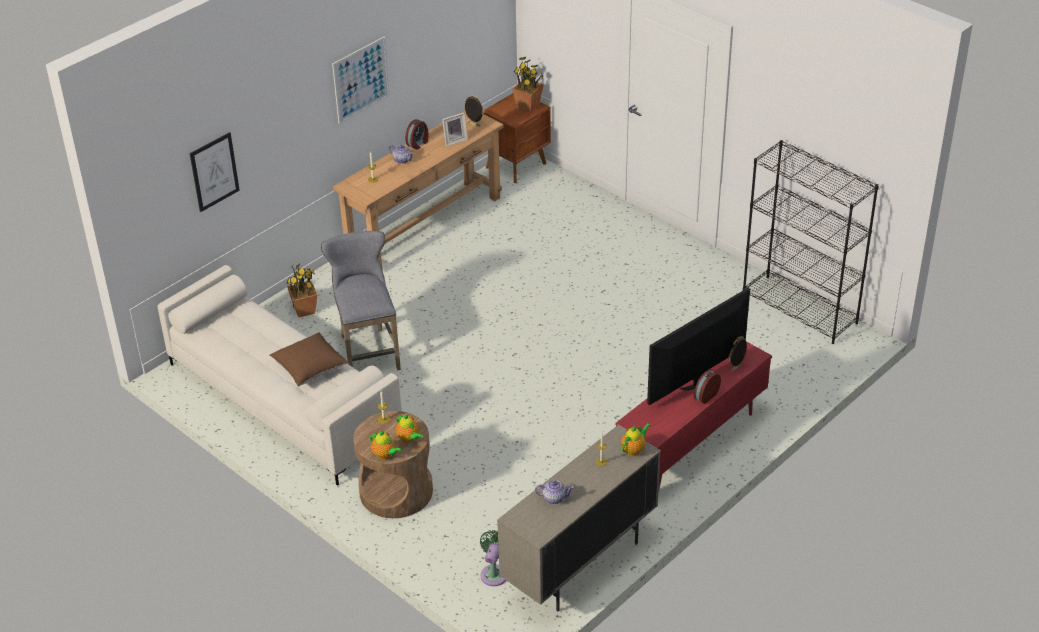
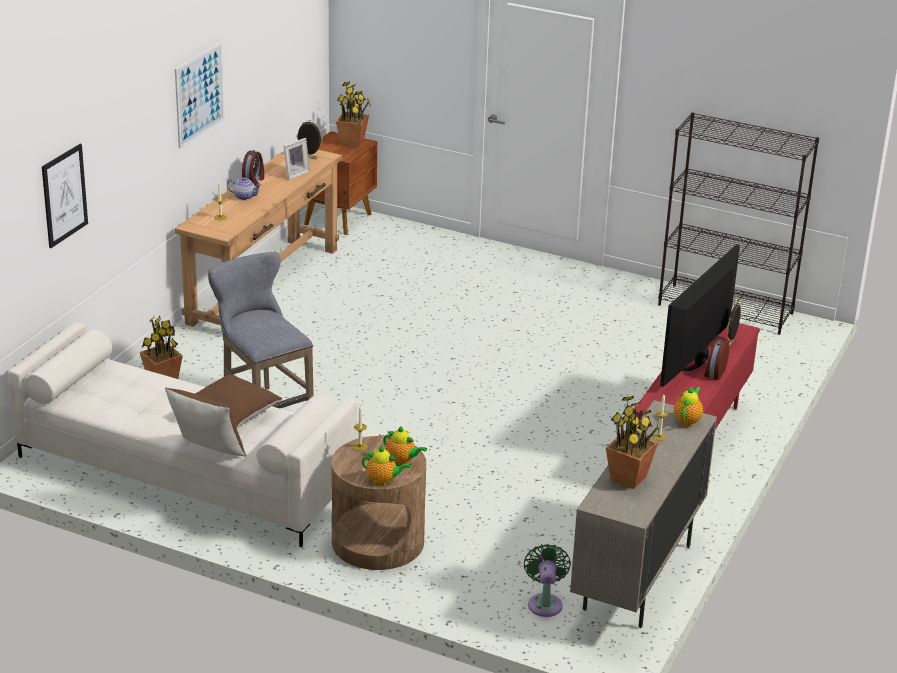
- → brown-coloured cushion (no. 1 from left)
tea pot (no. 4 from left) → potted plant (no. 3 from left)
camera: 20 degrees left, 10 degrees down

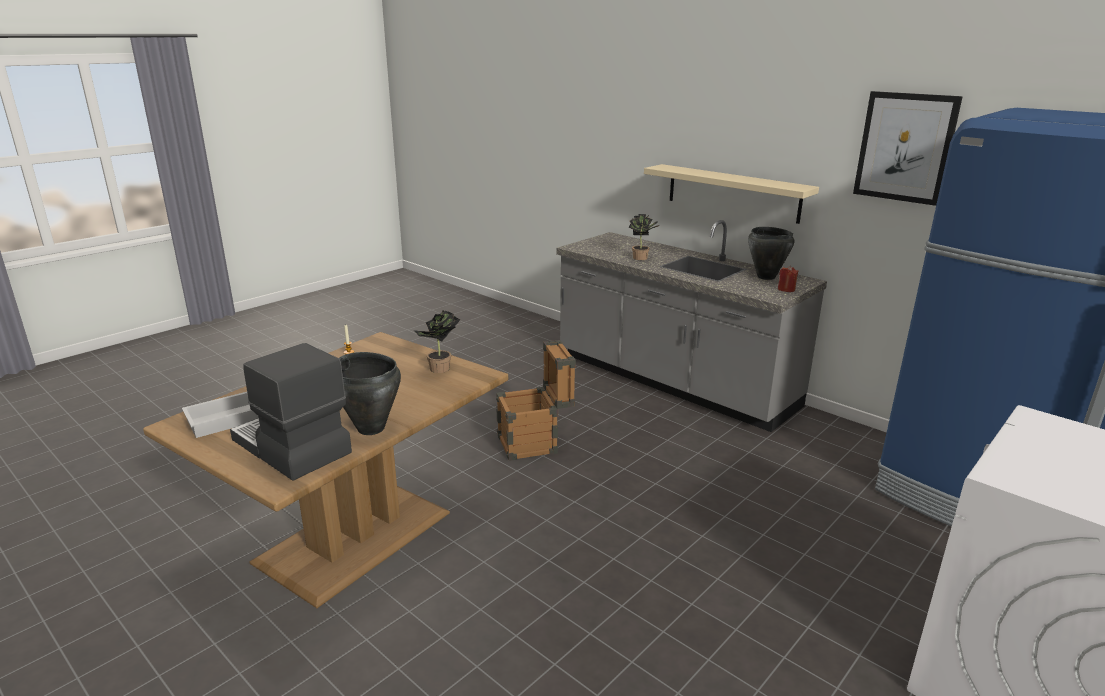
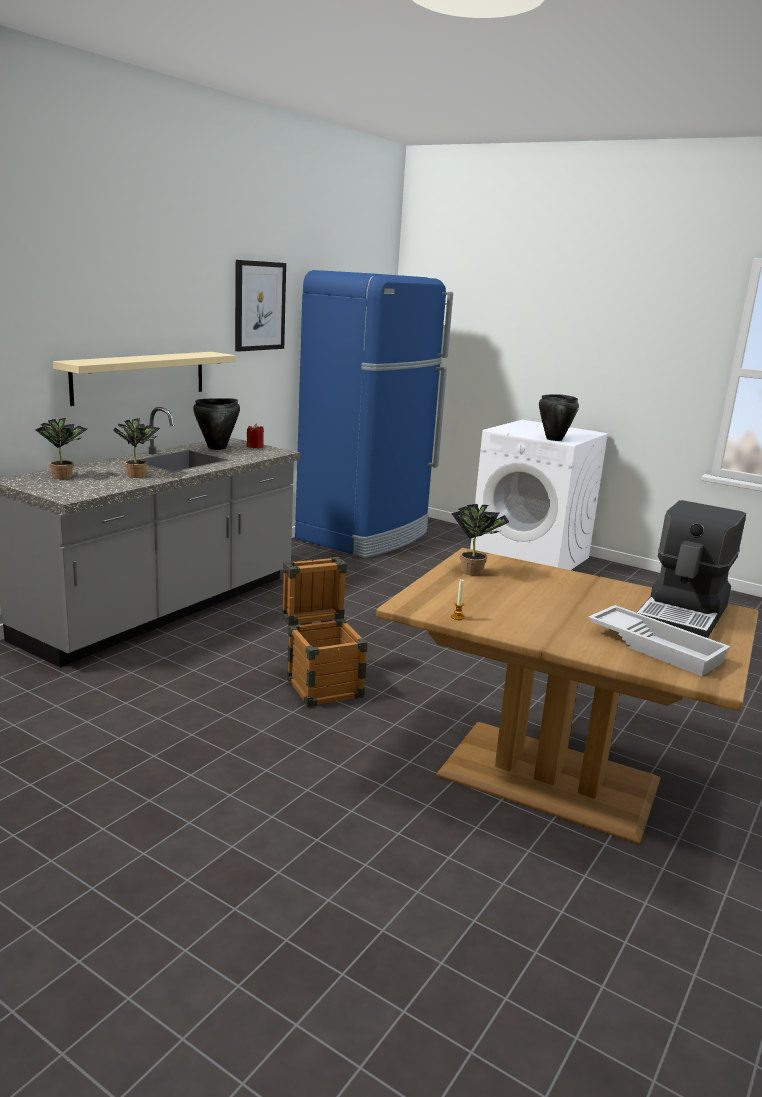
- → potted plant (no. 1 from left)
black-coloured saucepot (no. 1 from left in the first image) → black-coloured saucepot (no. 2 from left), shifted
camera: 100 degrees left, 5 degrees down

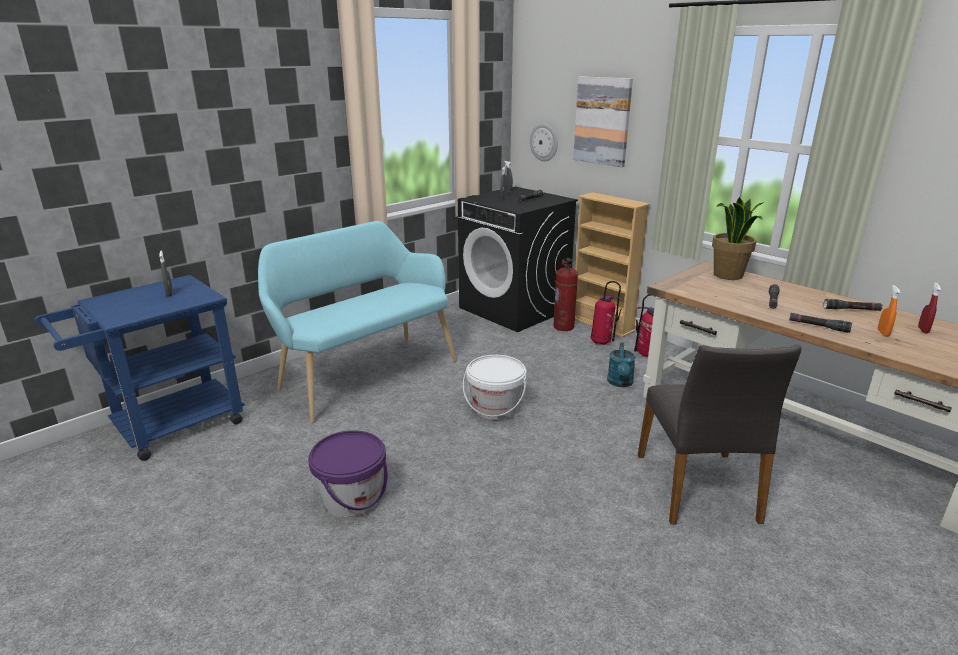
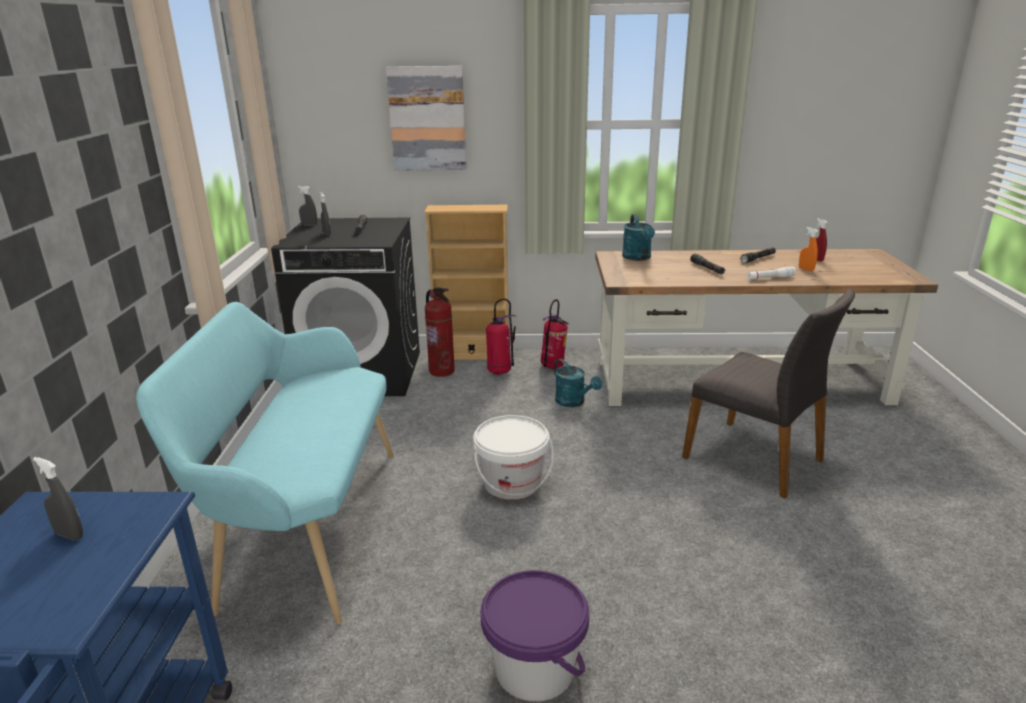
clock on the wall → -
potted plant → blue-green watering pot (no. 2 from left)
black-coloured flashlight (no. 3 from left) → white-coloured flashlight
camera: 45 degrees left, 0 degrees up

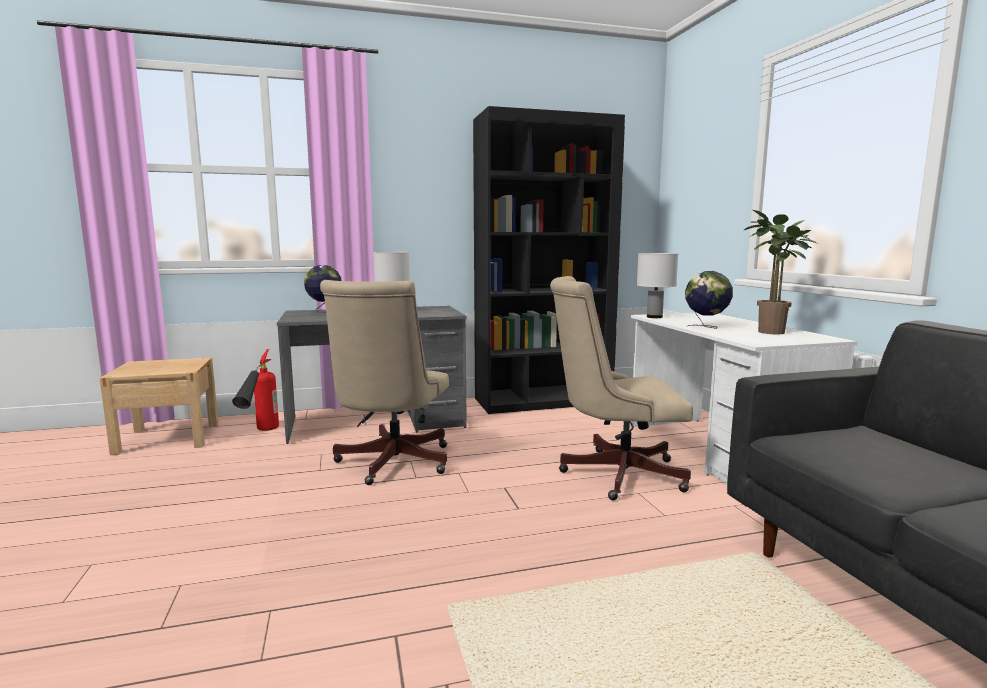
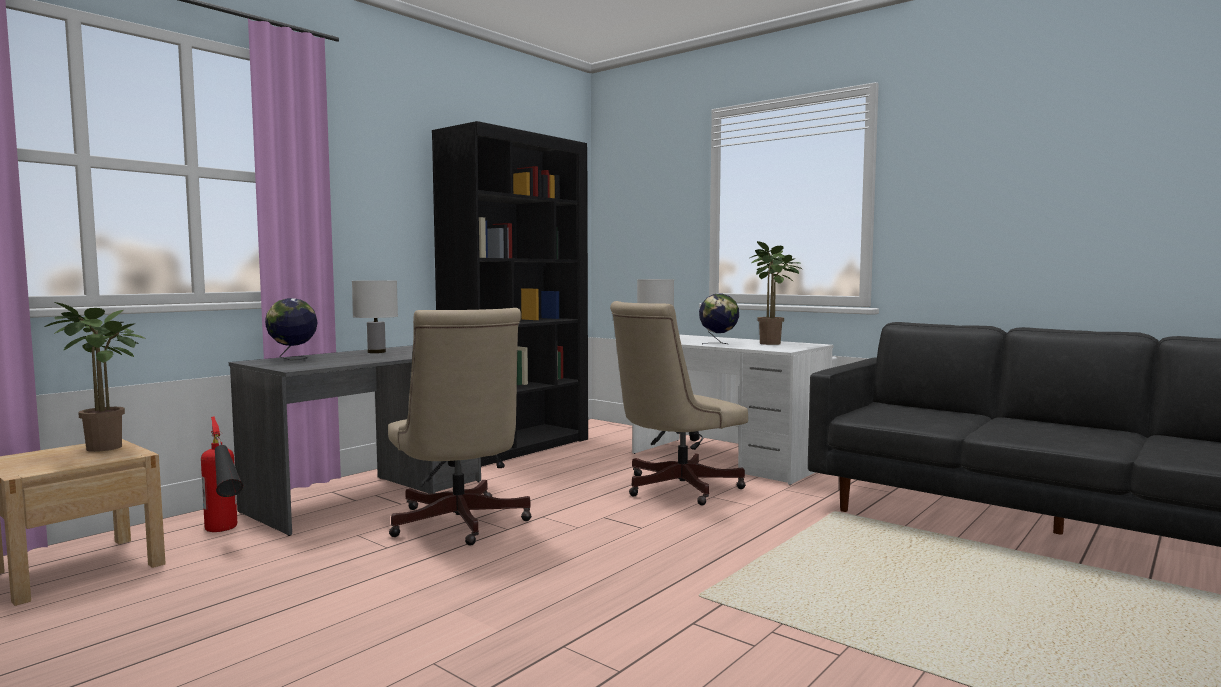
- → potted plant (no. 1 from left)
camera: 35 degrees left, 5 degrees down

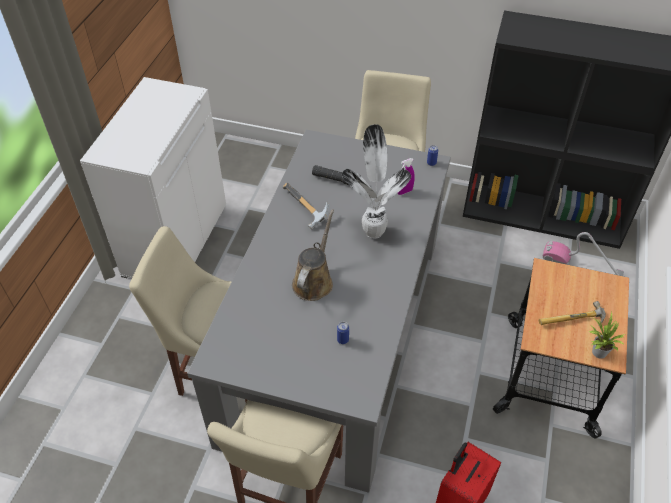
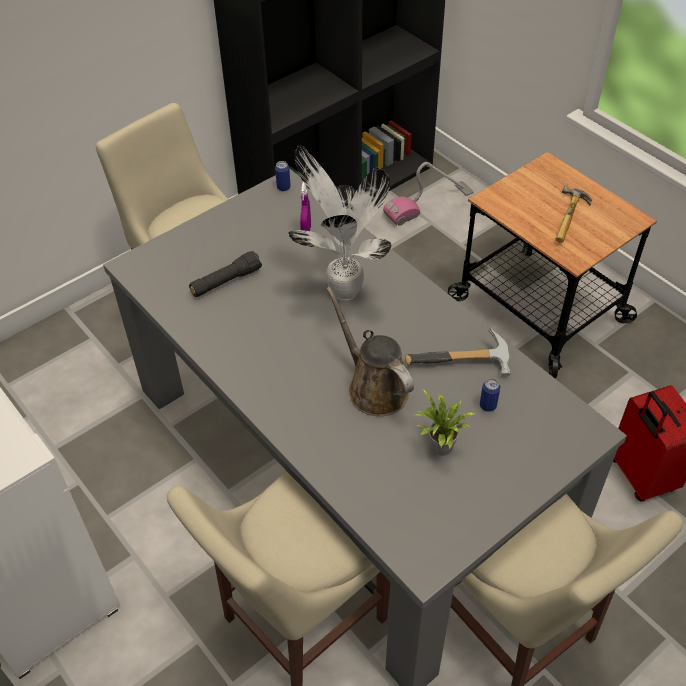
tool hammer (no. 1 from left), shifted
potted plant (no. 2 from left), shifted
camera: 55 degrees left, 0 degrees up

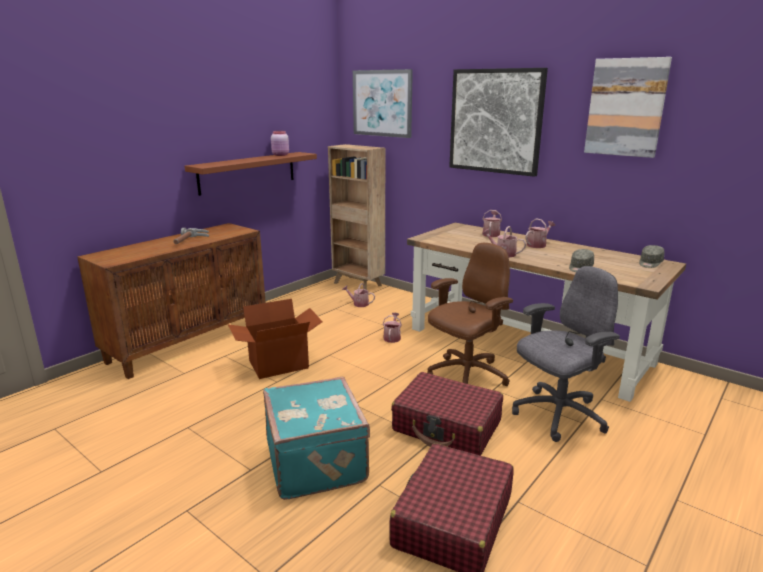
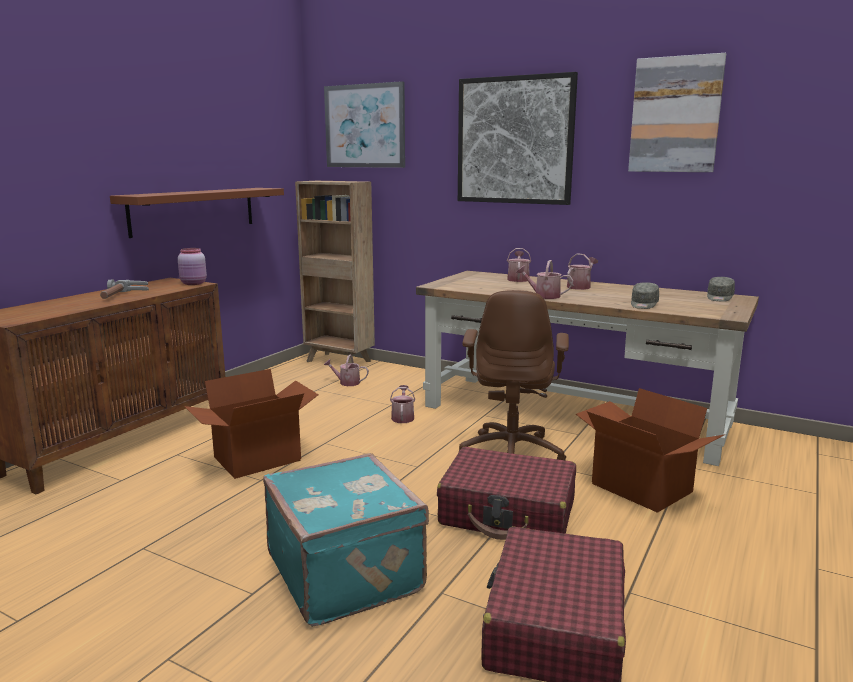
pinkish preserve jar, shifted
greyish office chair → cardboard box (no. 2 from left)
brown-coloured office chair, 150 degrees clockwise
camera: 10 degrees left, 5 degrees down

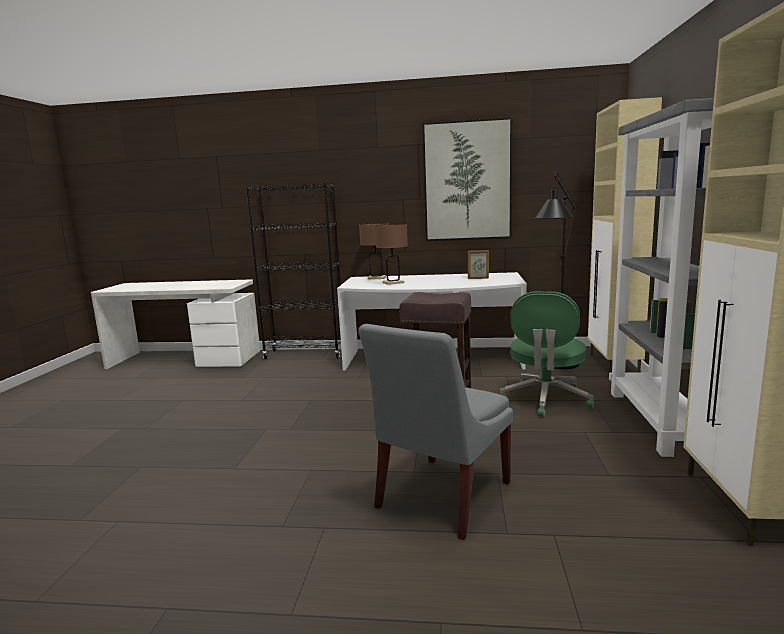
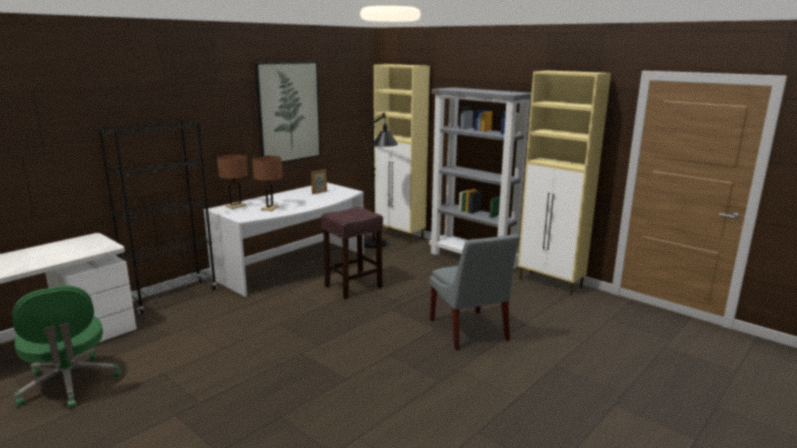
green office chair, shifted
camera: 55 degrees left, 5 degrees up

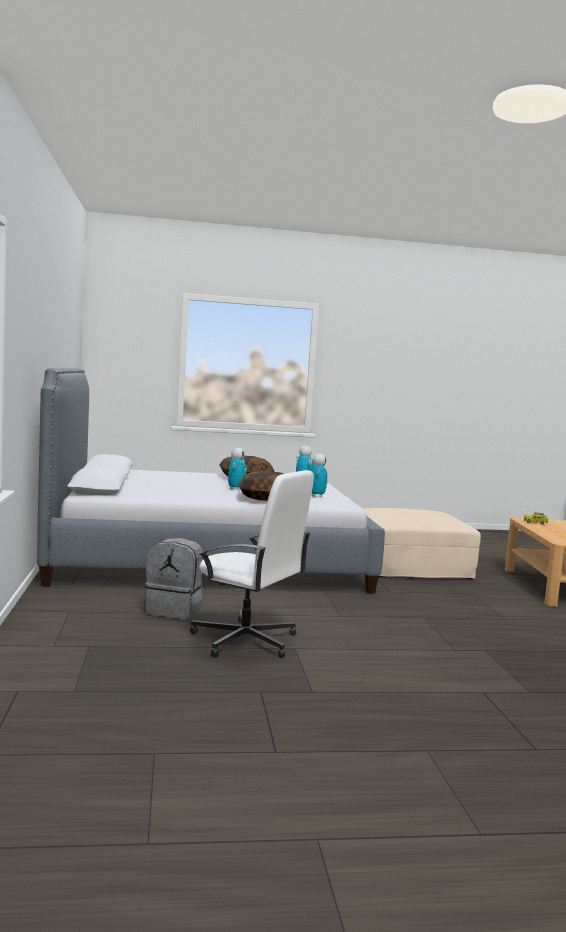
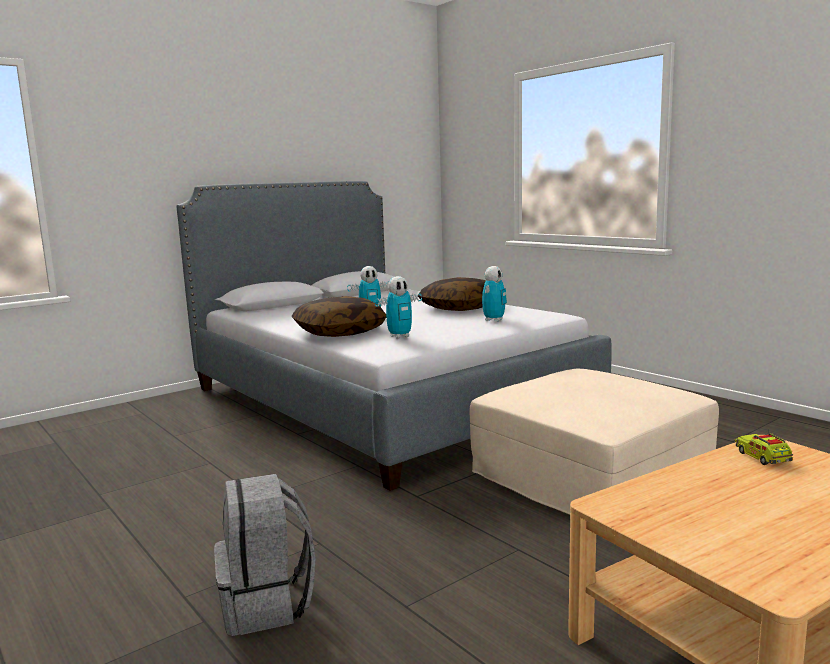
white-coloured office chair → -
greyish rucksack, shifted
camera: 60 degrees right, 5 degrees up

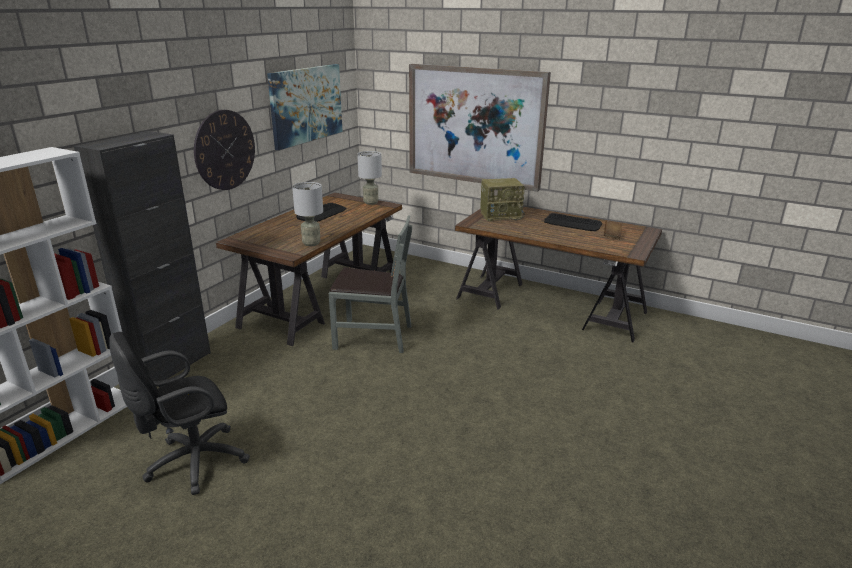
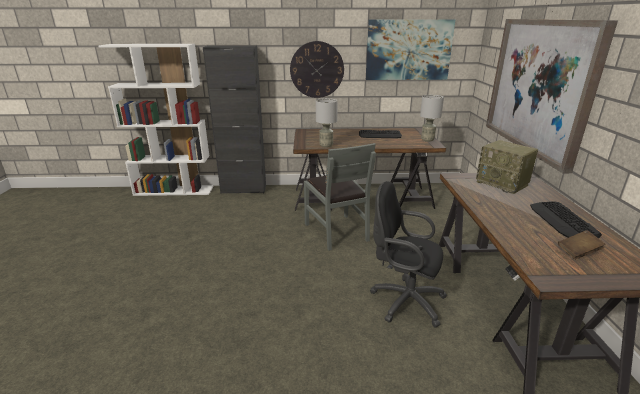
black-coloured office chair, shifted
camera: 60 degrees right, 0 degrees up

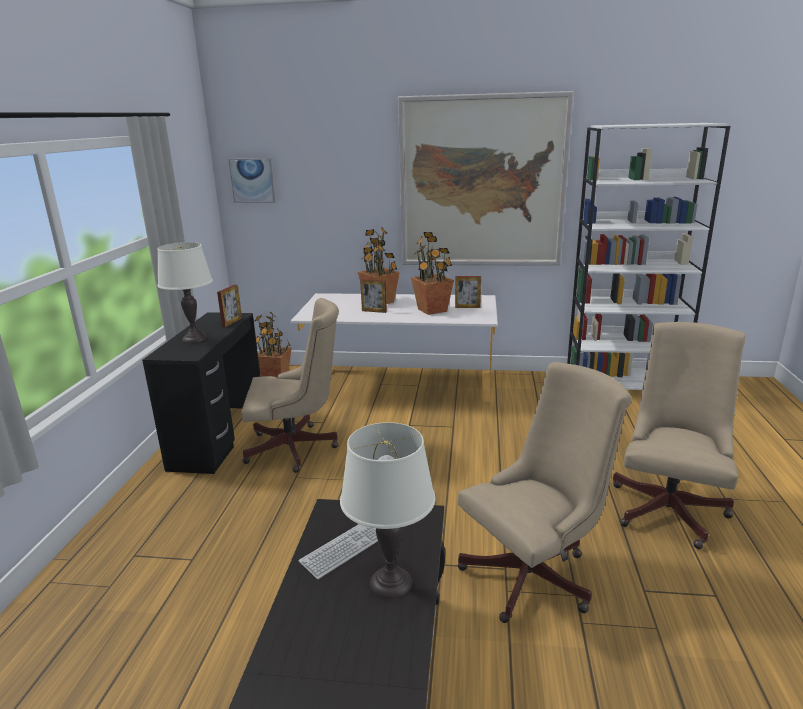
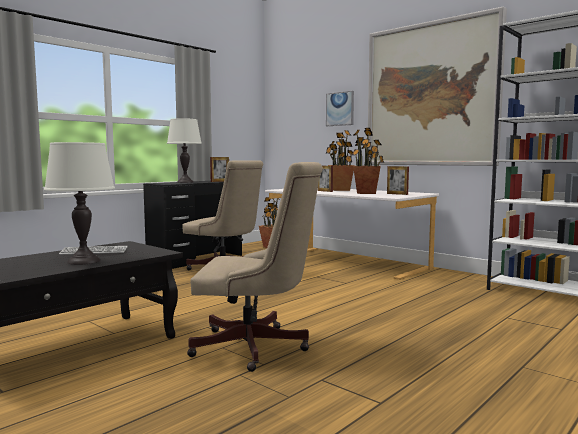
beige office chair (no. 3 from left) → -
picture (no. 1 from left), shifted
camera: 35 degrees right, 15 degrees down

